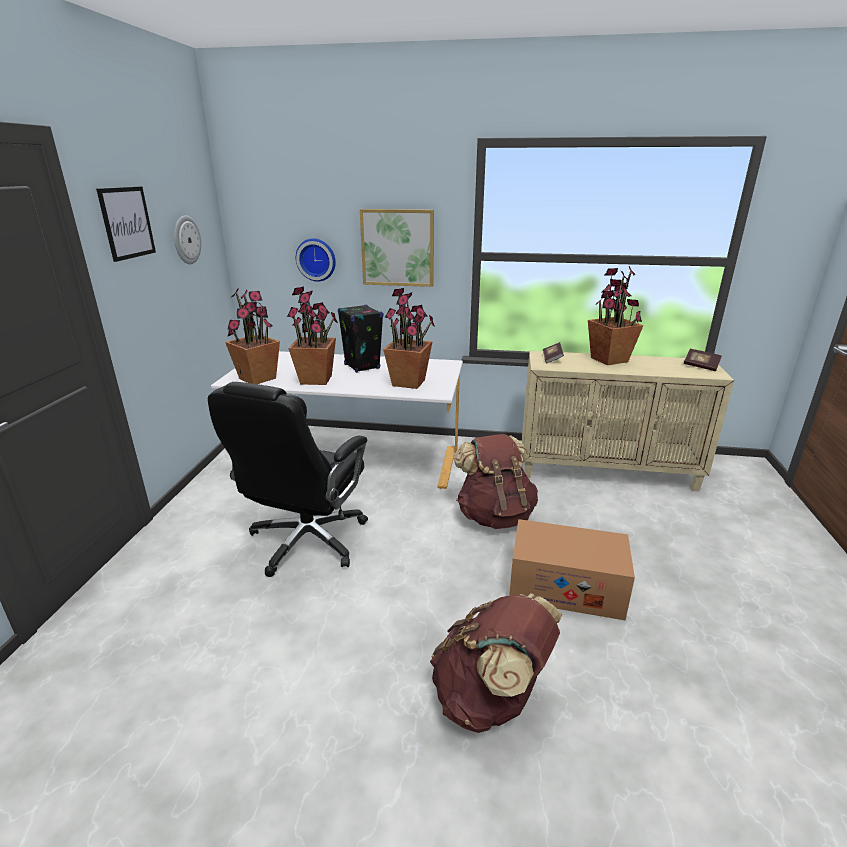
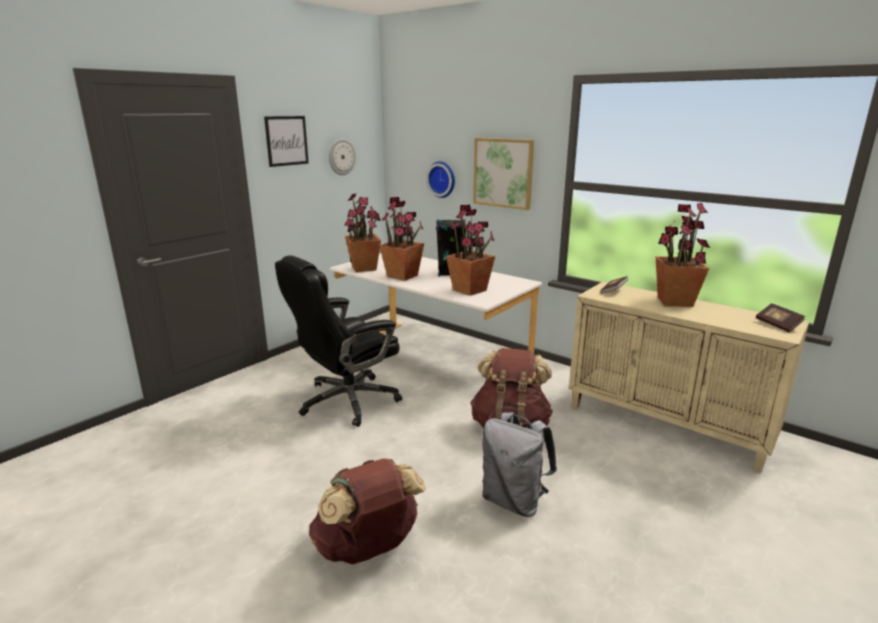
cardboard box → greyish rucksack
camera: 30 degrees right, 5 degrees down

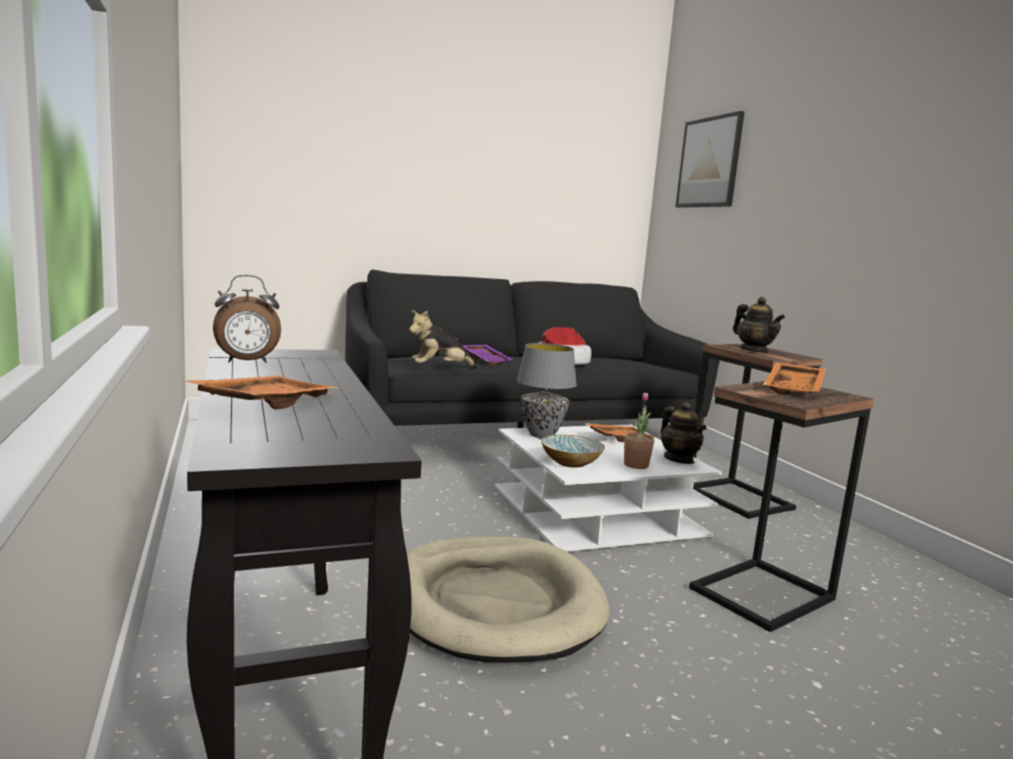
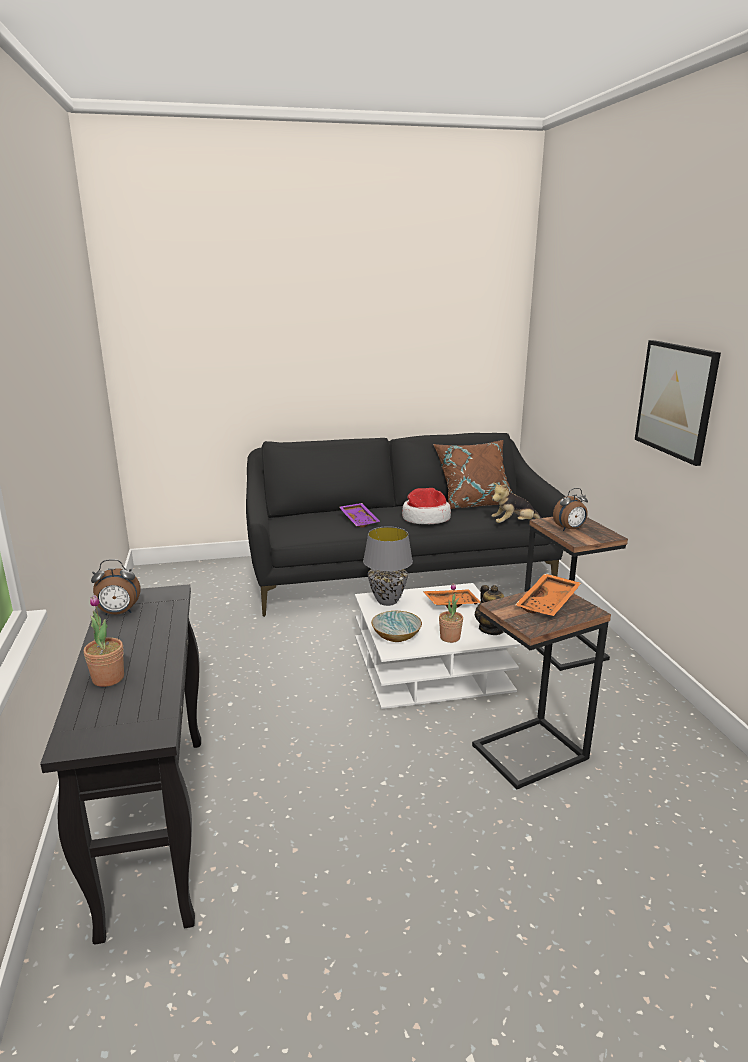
beige dog cushion → -
- → brown-coloured cushion
soft toy, shifted
picture, shifted
orangey tray (no. 1 from left) → potted plant (no. 1 from left)
tea pot (no. 2 from left) → alarm clock (no. 2 from left)
camera: 10 degrees right, 10 degrees up

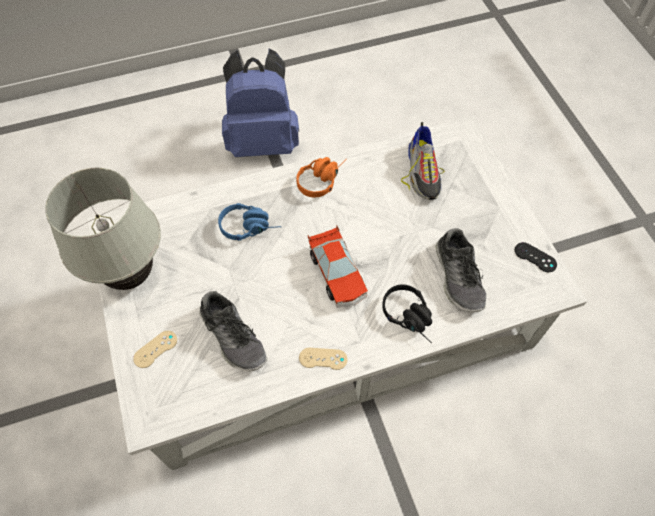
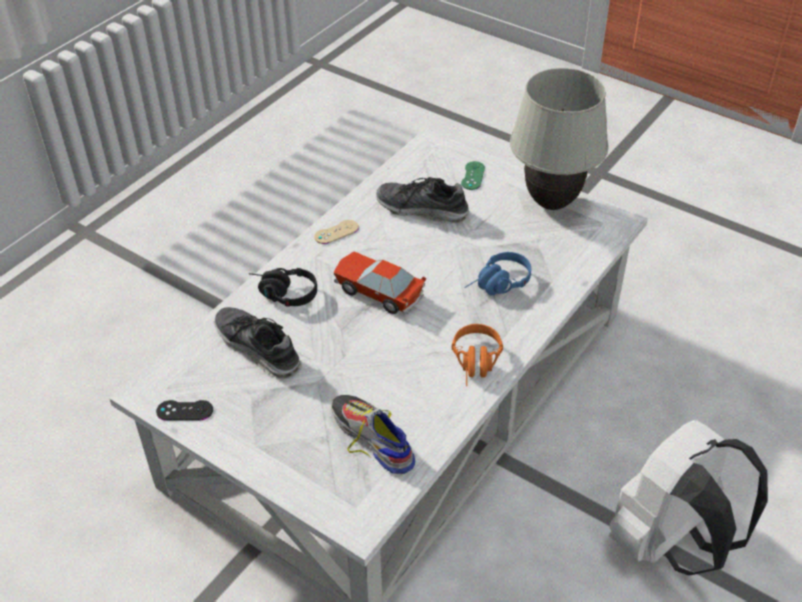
beige game controller (no. 1 from left) → green game controller
blue-coloured rucksack → white-coloured rucksack
camera: 145 degrees right, 15 degrees down

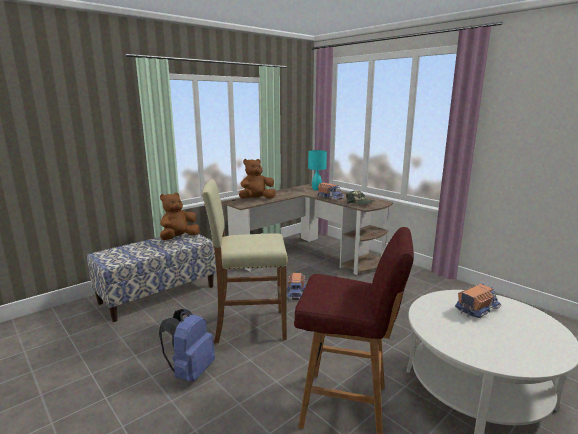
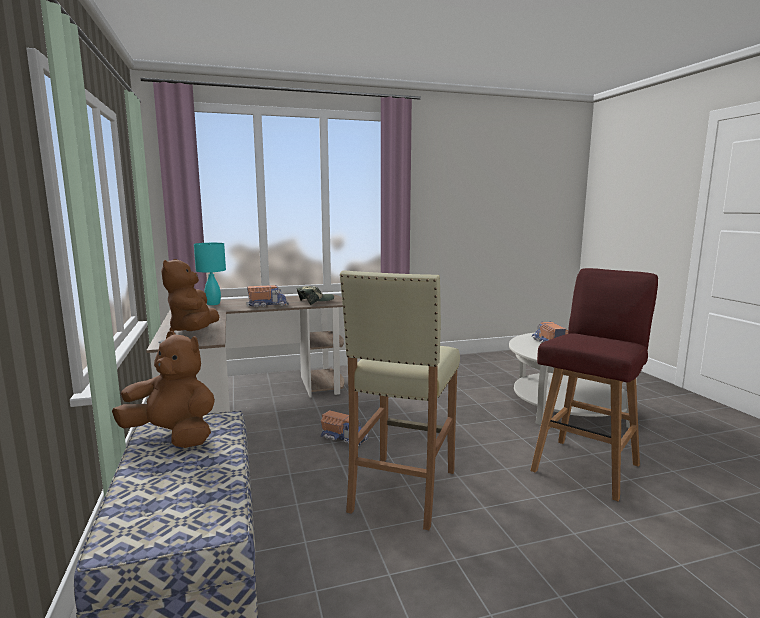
blue-coloured rucksack → -
brown-coloured soft toy (no. 1 from left), 135 degrees clockwise
camera: 65 degrees left, 5 degrees down

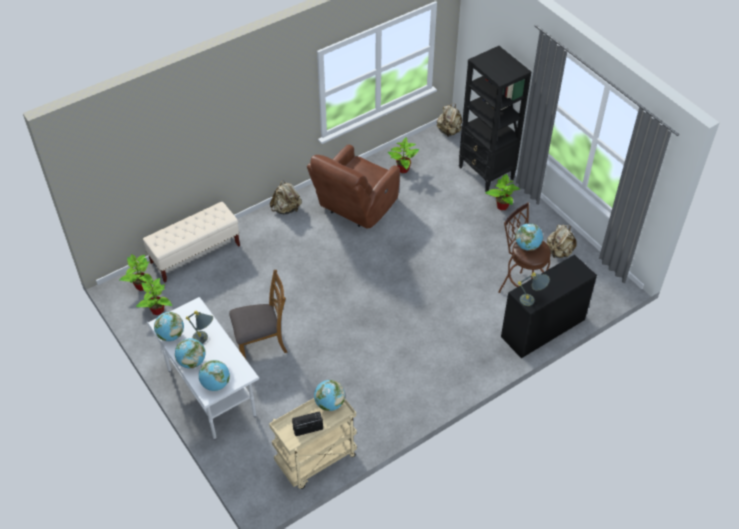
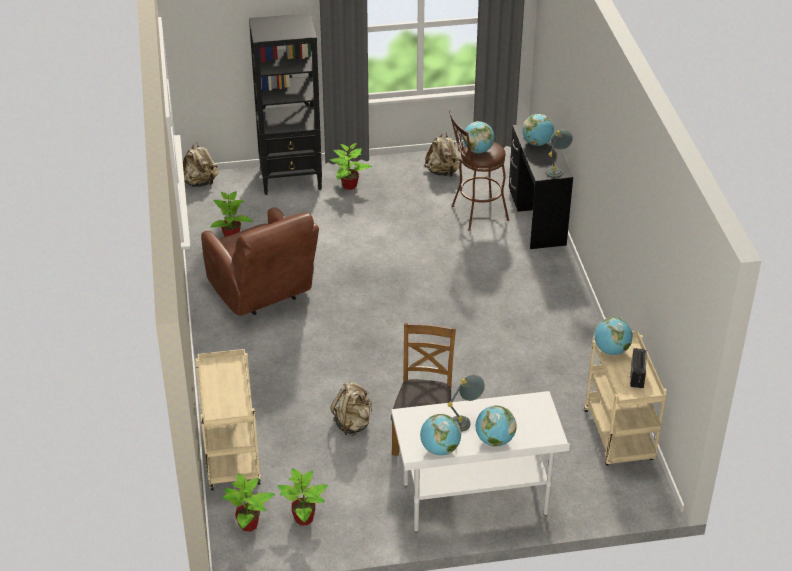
world globe (no. 3 from left in the first image) → world globe (no. 4 from left), shifted
beige rucksack (no. 1 from left in the first image) → beige rucksack (no. 2 from left), shifted
beige indoor bench → beige cart (no. 1 from left)
camera: 65 degrees left, 10 degrees down

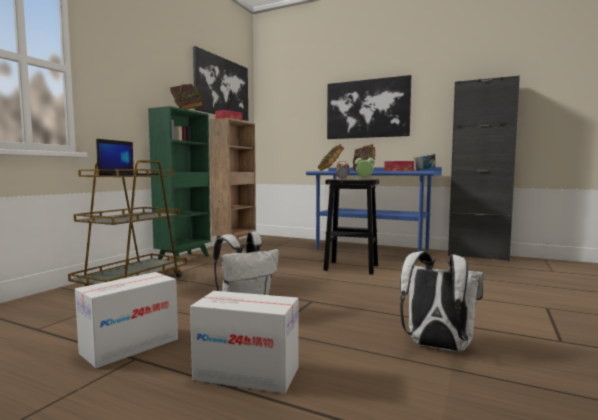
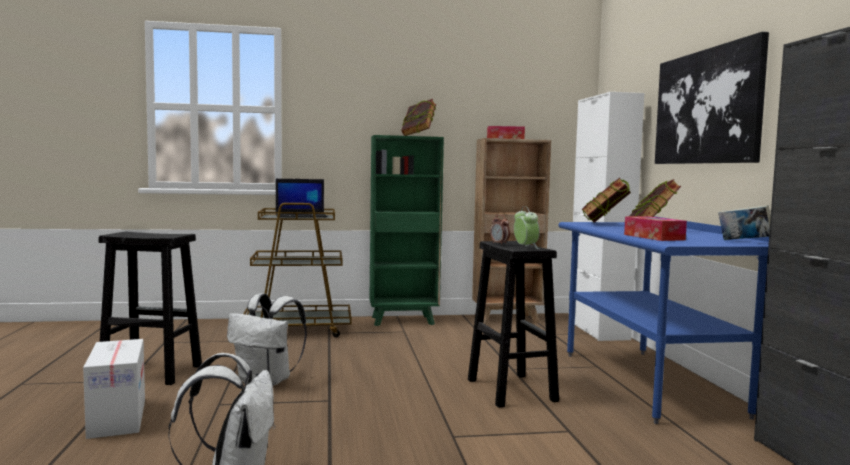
picture (no. 1 from left) → -
- → white-coloured cabinet
cardboard box (no. 1 from left) → black-coloured stool (no. 1 from left)
camera: 55 degrees right, 0 degrees up

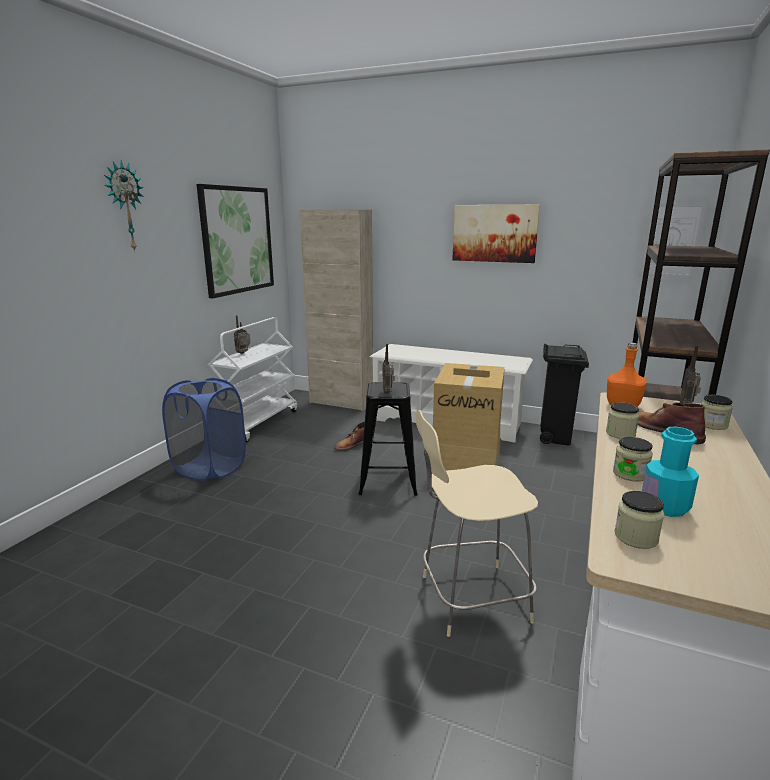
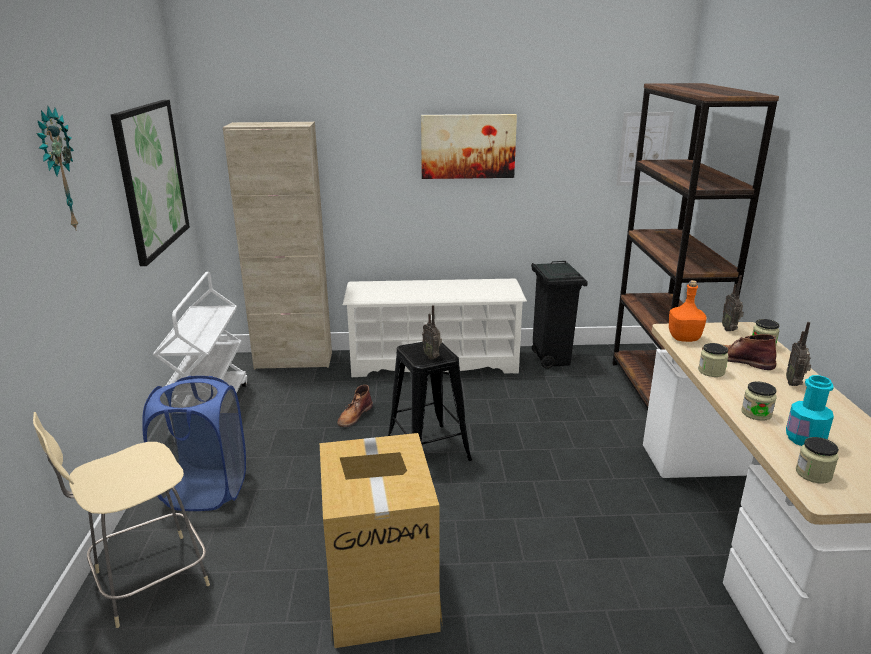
radio (no. 1 from left in the first image) → radio (no. 3 from left), shifted
beige chair, shifted
cardboard box, shifted
camera: 25 degrees left, 5 degrees up

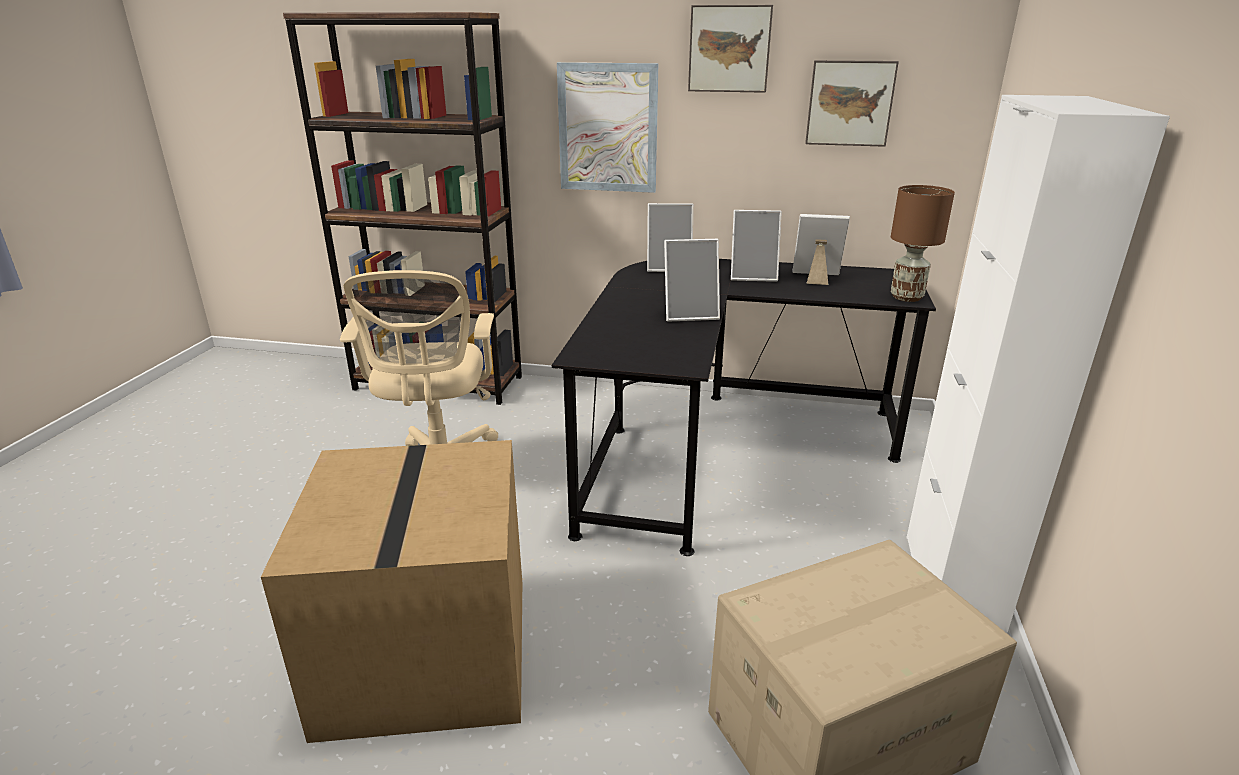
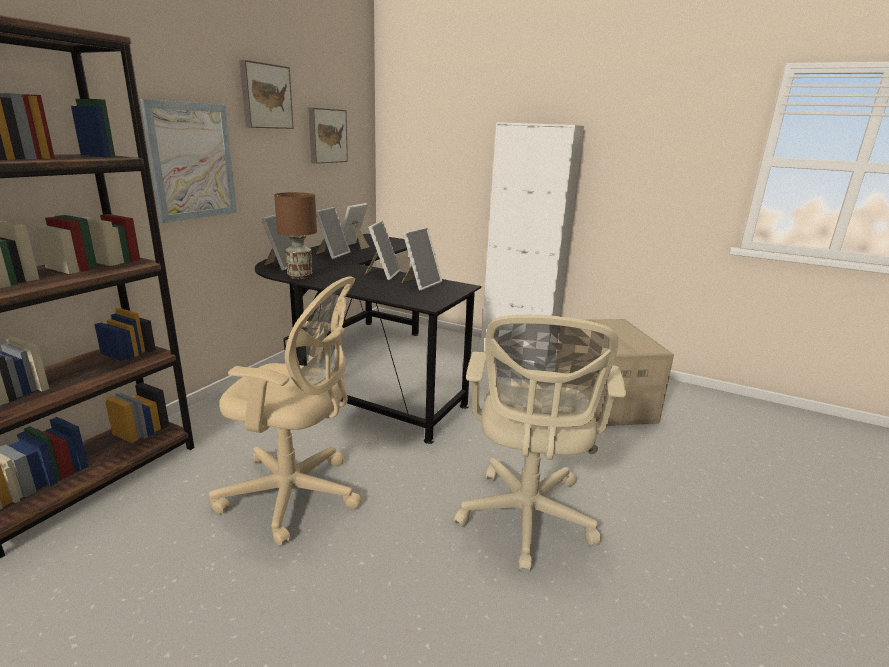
- → standing frame (no. 5 from left)
brown-coloured lamp for a table, shifted
cardboard box (no. 1 from left) → beige office chair (no. 2 from left)
camera: 75 degrees left, 5 degrees down

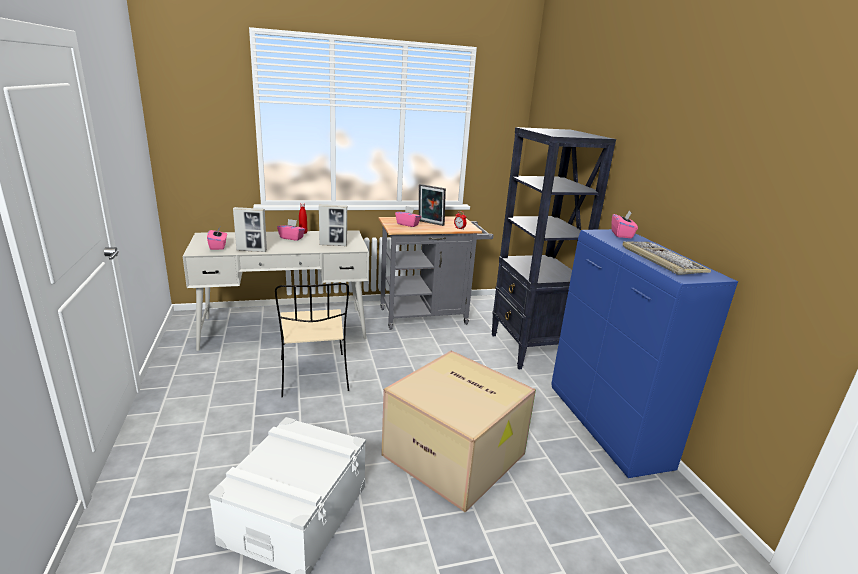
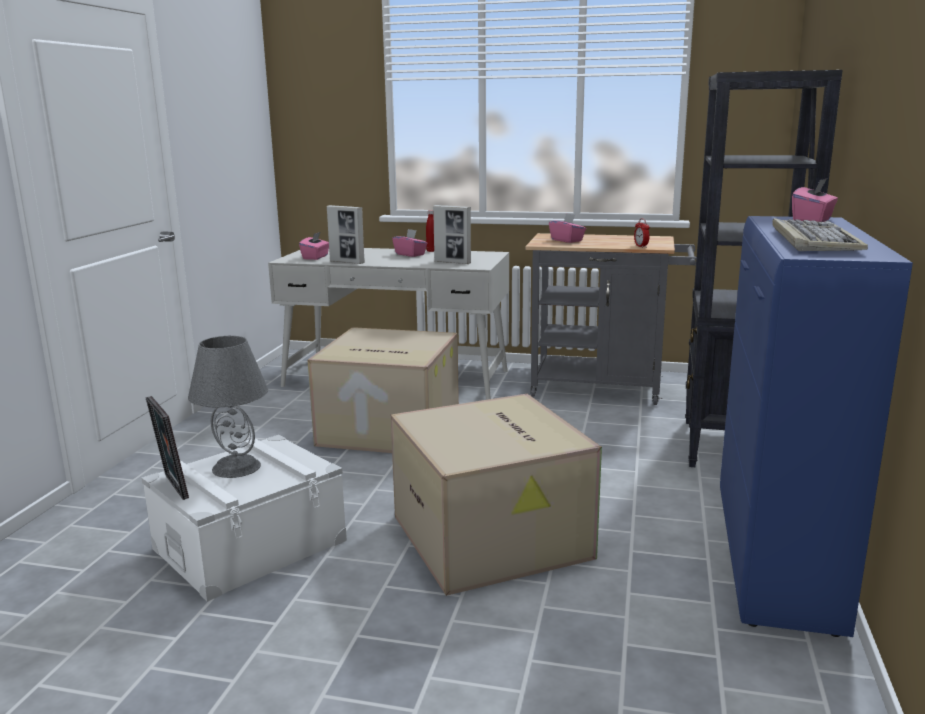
- → greyish lamp for a table
standing frame (no. 3 from left in the first image) → standing frame (no. 1 from left), shifted
beige chair → cardboard box (no. 1 from left)
camera: 30 degrees right, 5 degrees down

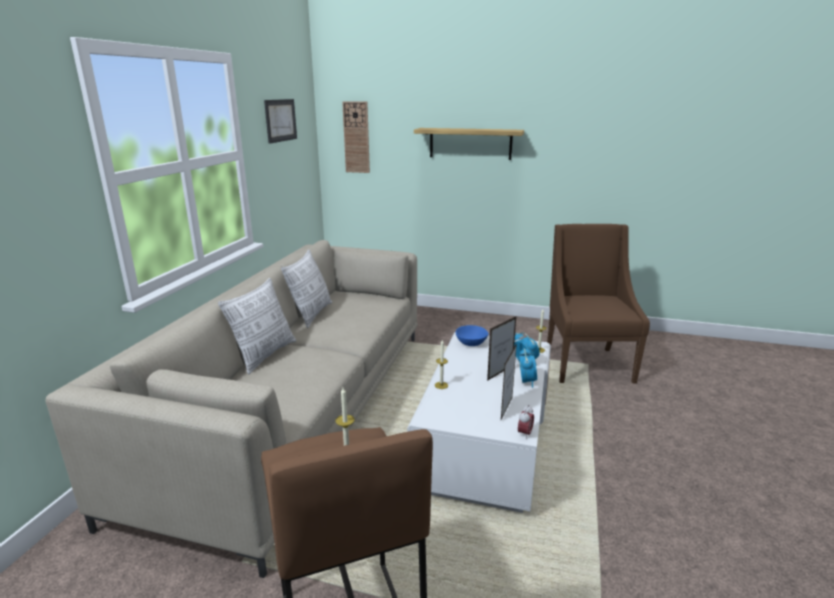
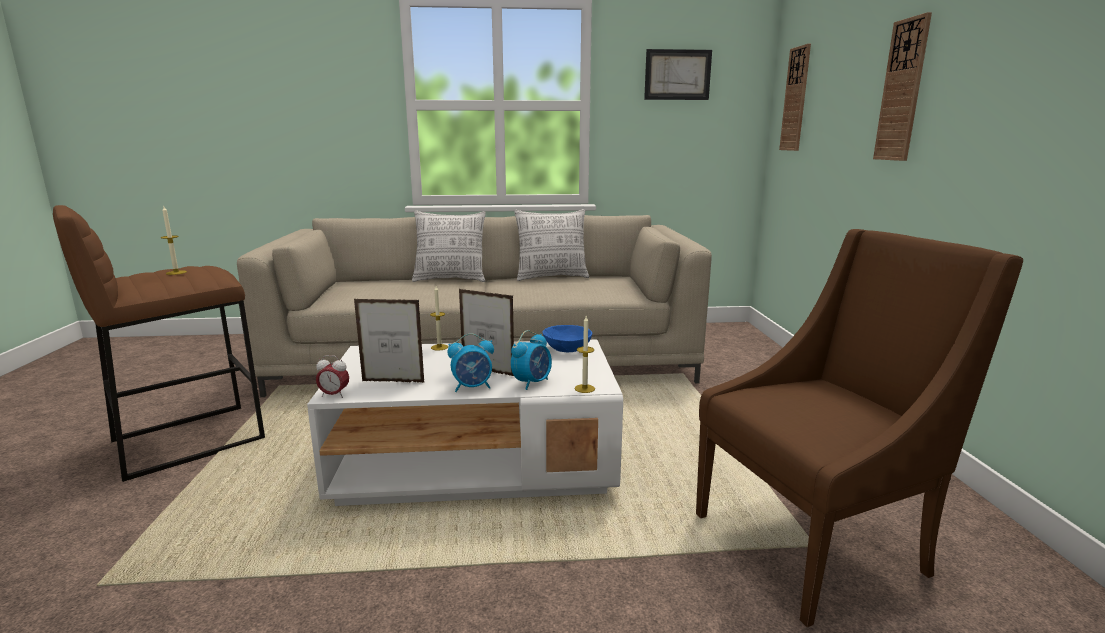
bracket shelf → clock on the wall (no. 2 from left)
camera: 70 degrees right, 5 degrees down

